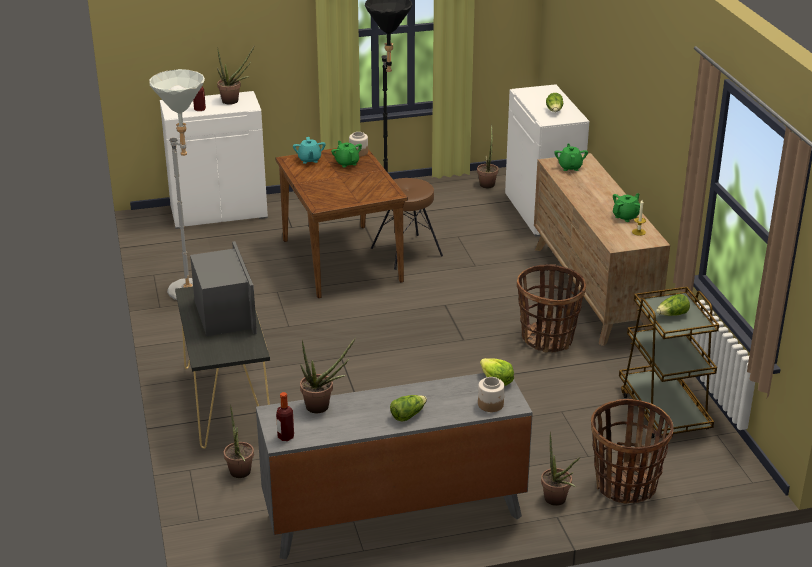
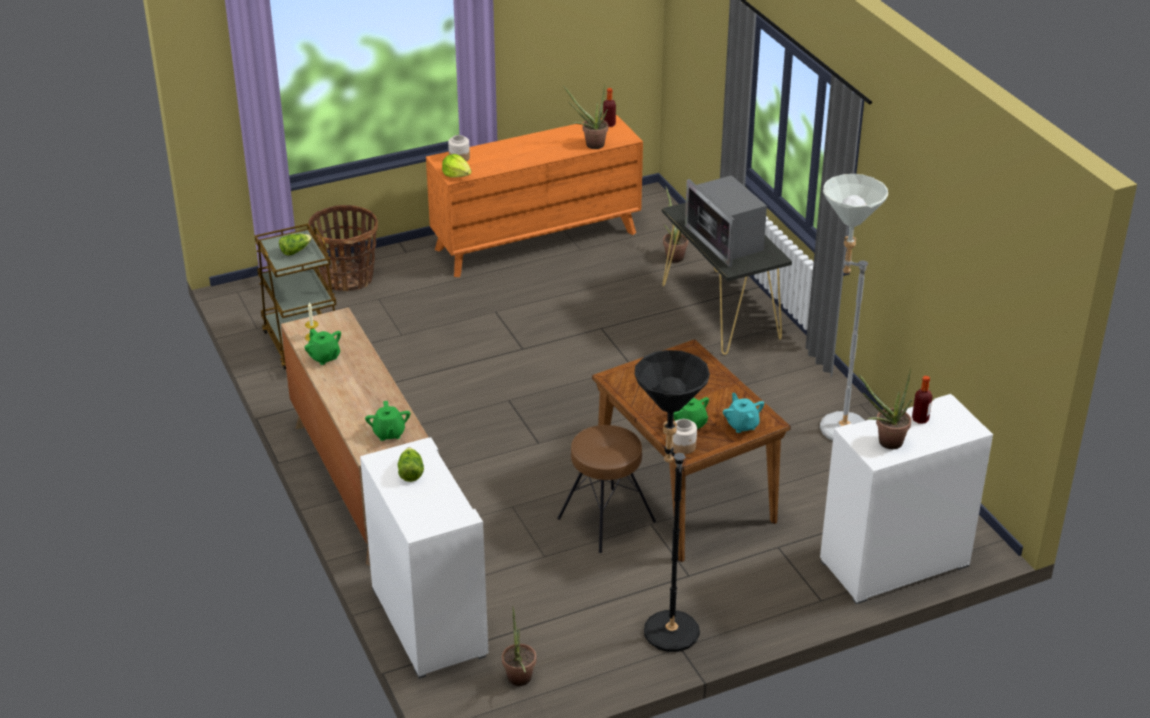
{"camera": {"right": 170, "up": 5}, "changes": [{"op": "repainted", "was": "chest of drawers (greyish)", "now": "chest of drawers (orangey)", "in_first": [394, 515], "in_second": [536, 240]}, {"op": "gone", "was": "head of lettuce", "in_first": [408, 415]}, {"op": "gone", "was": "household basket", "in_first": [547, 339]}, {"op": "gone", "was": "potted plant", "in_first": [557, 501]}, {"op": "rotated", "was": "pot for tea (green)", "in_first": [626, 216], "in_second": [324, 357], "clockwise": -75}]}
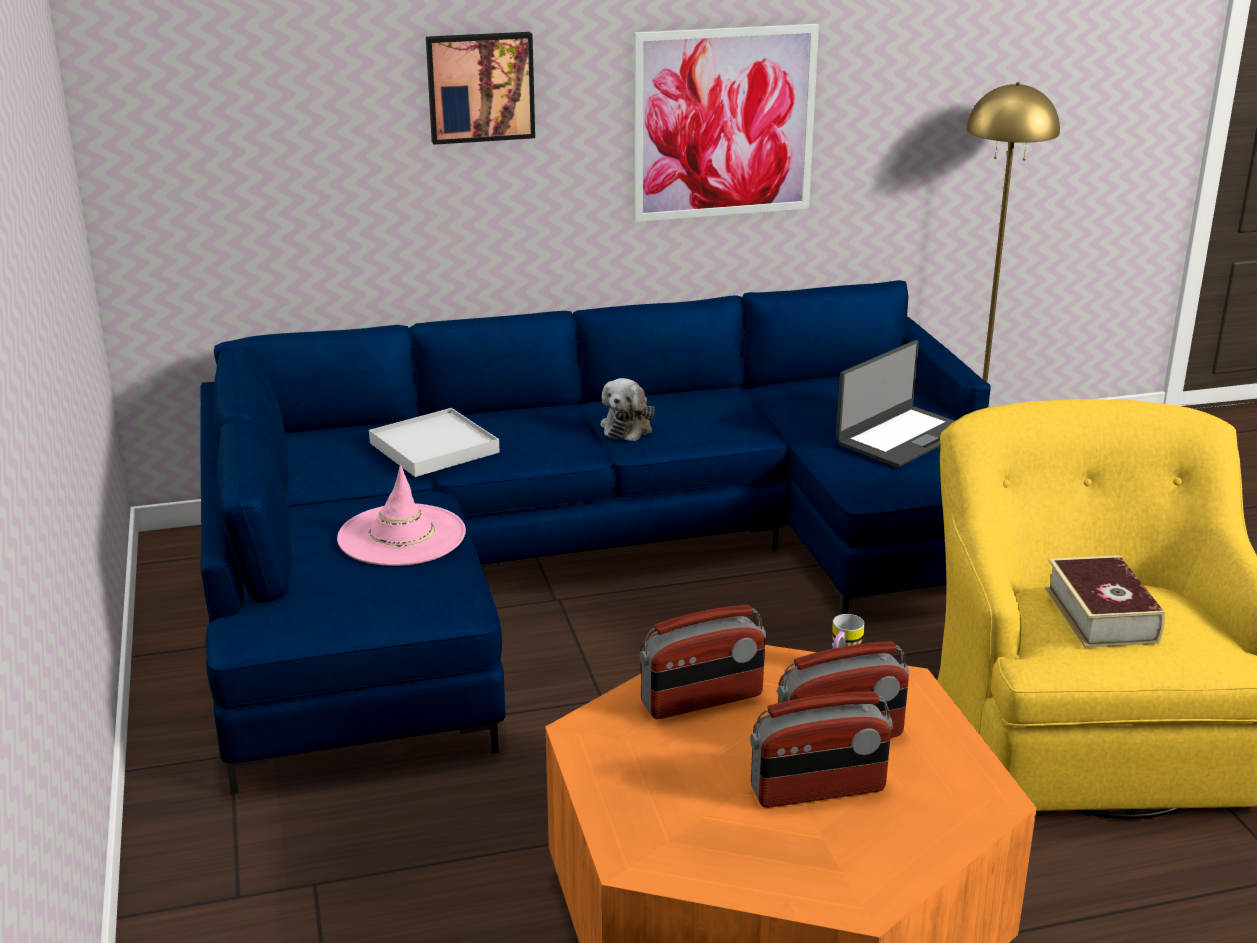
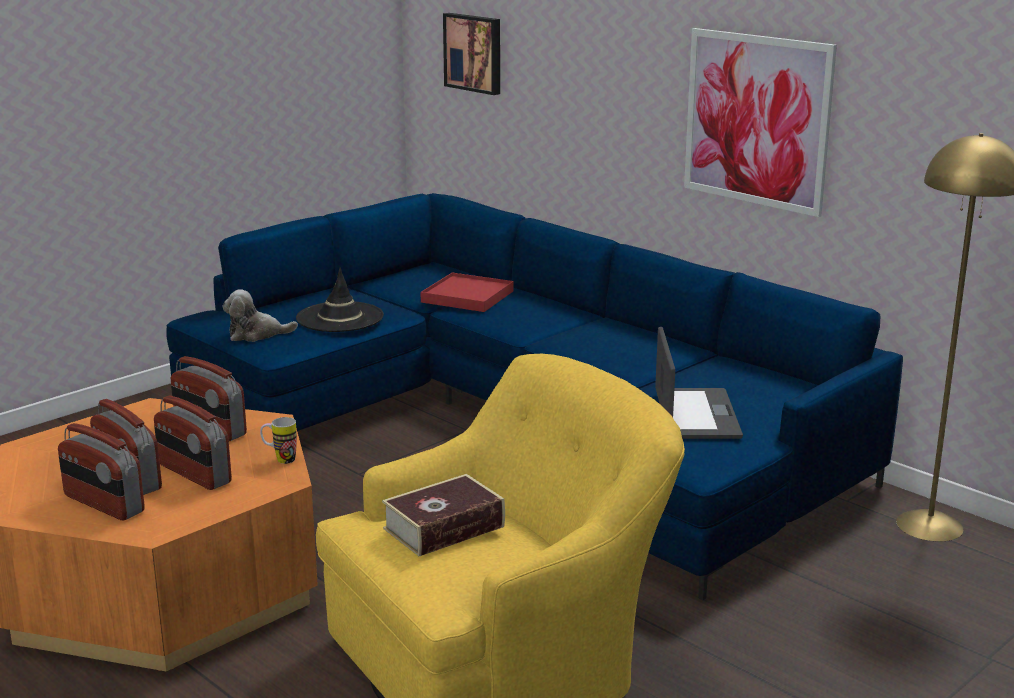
{"camera": {"right": 60, "up": -5}, "changes": [{"op": "repainted", "was": "hat (pink-coloured)", "now": "hat (black)", "in_first": [401, 536], "in_second": [340, 317]}, {"op": "repainted", "was": "serving tray (white-coloured)", "now": "serving tray (red)", "in_first": [434, 448], "in_second": [467, 297]}, {"op": "shifted", "was": "wall picture", "in_first": [480, 87], "in_second": [474, 53]}, {"op": "shifted", "was": "cuddly toy", "in_first": [628, 427], "in_second": [256, 334]}, {"op": "rotated", "was": "notebook computer", "in_first": [902, 437], "in_second": [695, 414], "clockwise": -105}, {"op": "new", "now": "radio receiver", "in_second": [103, 504]}]}
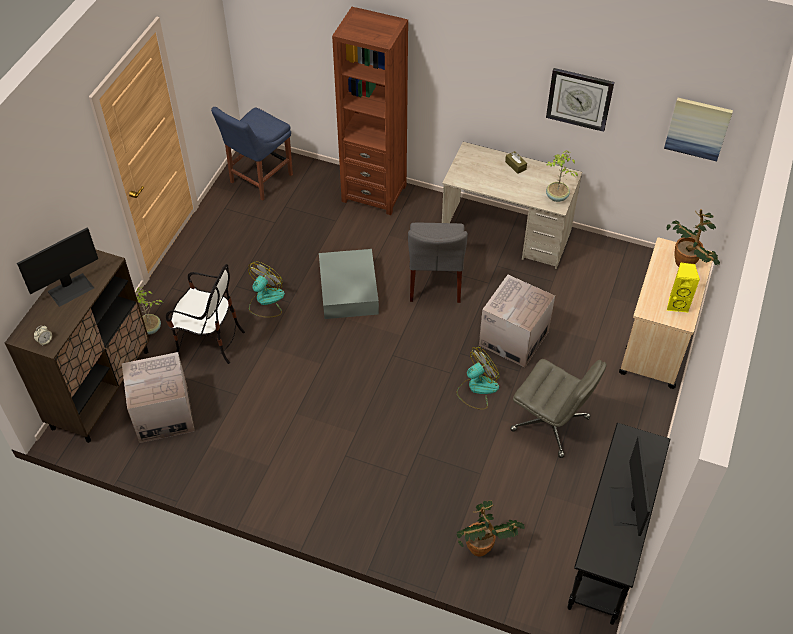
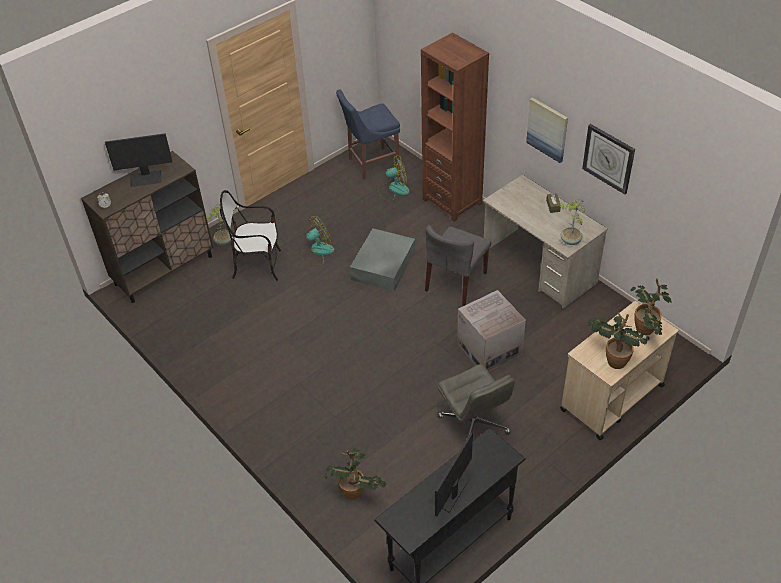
{"camera": {"right": 30, "up": -5}, "changes": [{"op": "gone", "was": "packing box", "in_first": [163, 414]}, {"op": "rotated", "was": "chair", "in_first": [209, 341], "in_second": [258, 265], "clockwise": 135}, {"op": "shifted", "was": "cooling fan", "in_first": [477, 389], "in_second": [393, 189]}, {"op": "shifted", "was": "wall picture", "in_first": [697, 128], "in_second": [547, 129]}, {"op": "swapped", "was": "loudspeaker (yellow)", "now": "potted plant", "in_first": [677, 304], "in_second": [613, 359]}]}
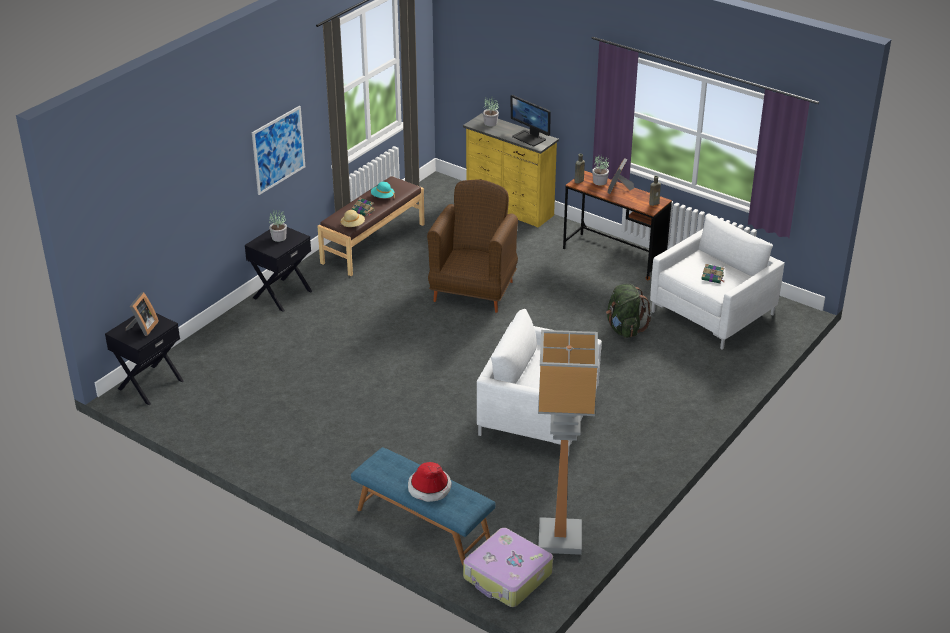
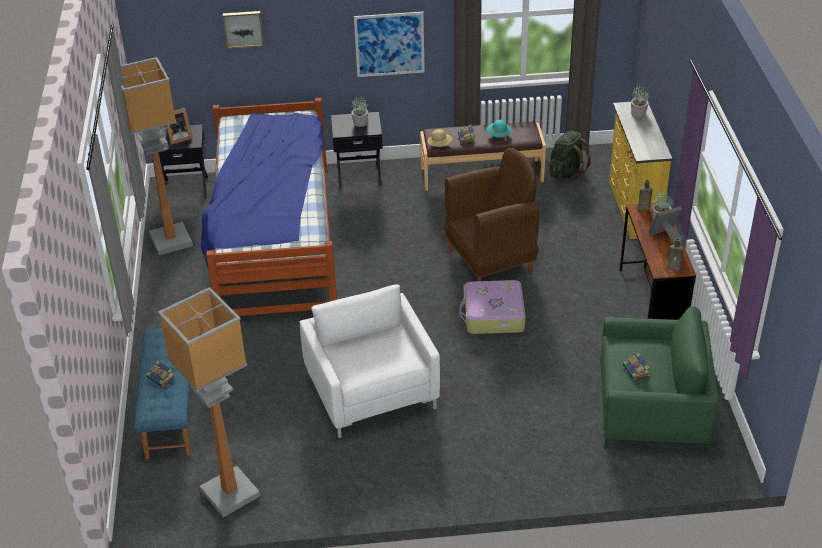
{"camera": {"right": 50, "up": 5}, "changes": [{"op": "swapped", "was": "hat", "now": "book", "in_first": [429, 488], "in_second": [161, 378]}, {"op": "shifted", "was": "travel case", "in_first": [507, 576], "in_second": [493, 315]}, {"op": "gone", "was": "computer screen", "in_first": [529, 138]}, {"op": "shifted", "was": "knapsack (green)", "in_first": [624, 329], "in_second": [566, 172]}, {"op": "repainted", "was": "easy chair (white-coloured)", "now": "easy chair (green)", "in_first": [712, 313], "in_second": [652, 411]}, {"op": "new", "now": "standard lamp", "in_second": [172, 241]}, {"op": "new", "now": "sleeping bed", "in_second": [275, 241]}, {"op": "new", "now": "wall picture", "in_second": [243, 28]}]}
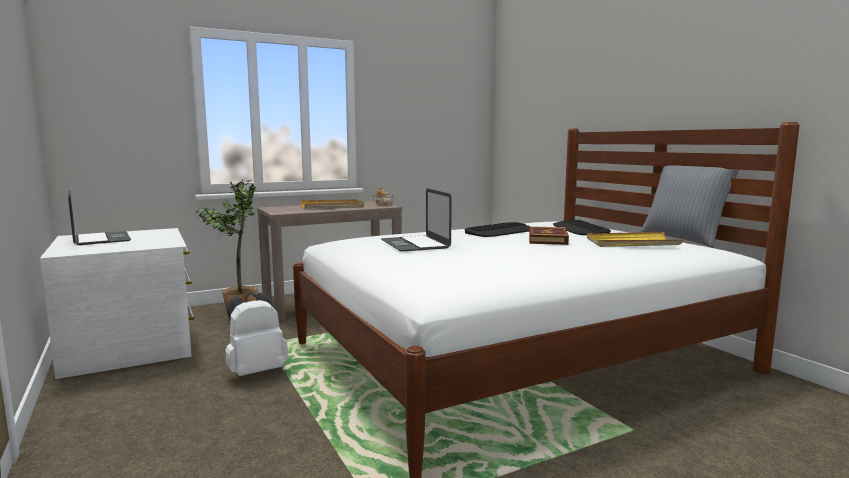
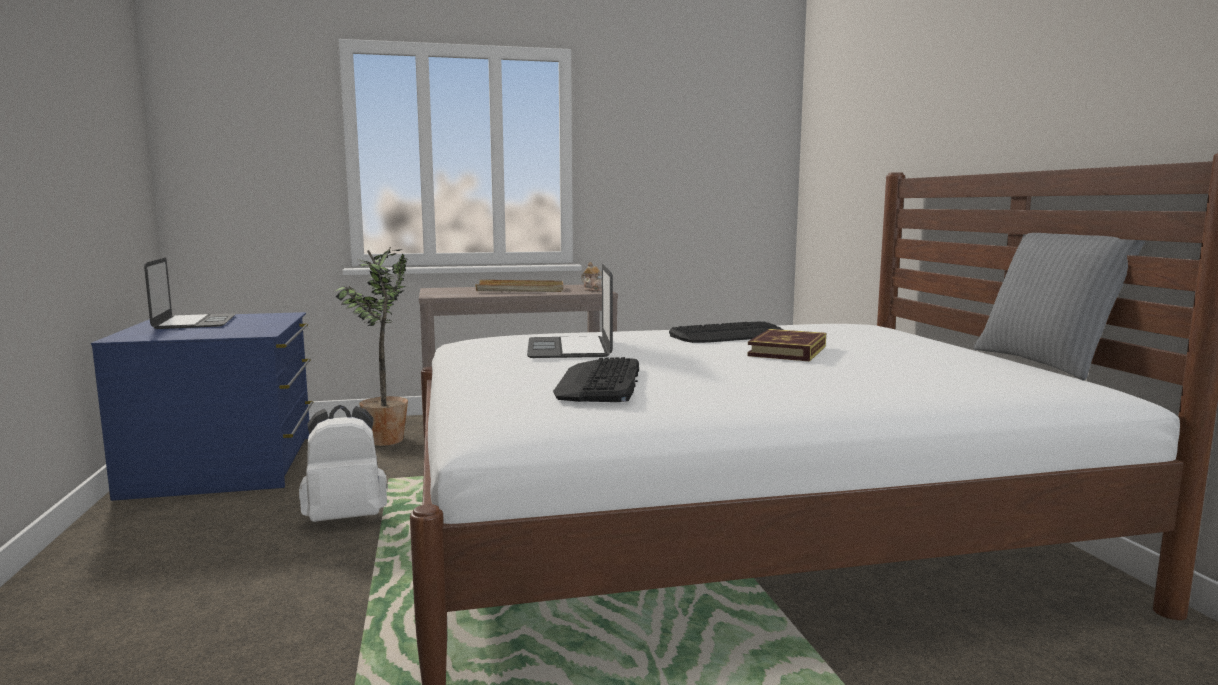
{"camera": {"right": 15, "up": 0}, "changes": [{"op": "repainted", "was": "chest of drawers (white-coloured)", "now": "chest of drawers (blue)", "in_first": [130, 345], "in_second": [226, 465]}, {"op": "shifted", "was": "keyboard", "in_first": [579, 229], "in_second": [600, 382]}, {"op": "gone", "was": "serving tray (yellow)", "in_first": [631, 243]}]}
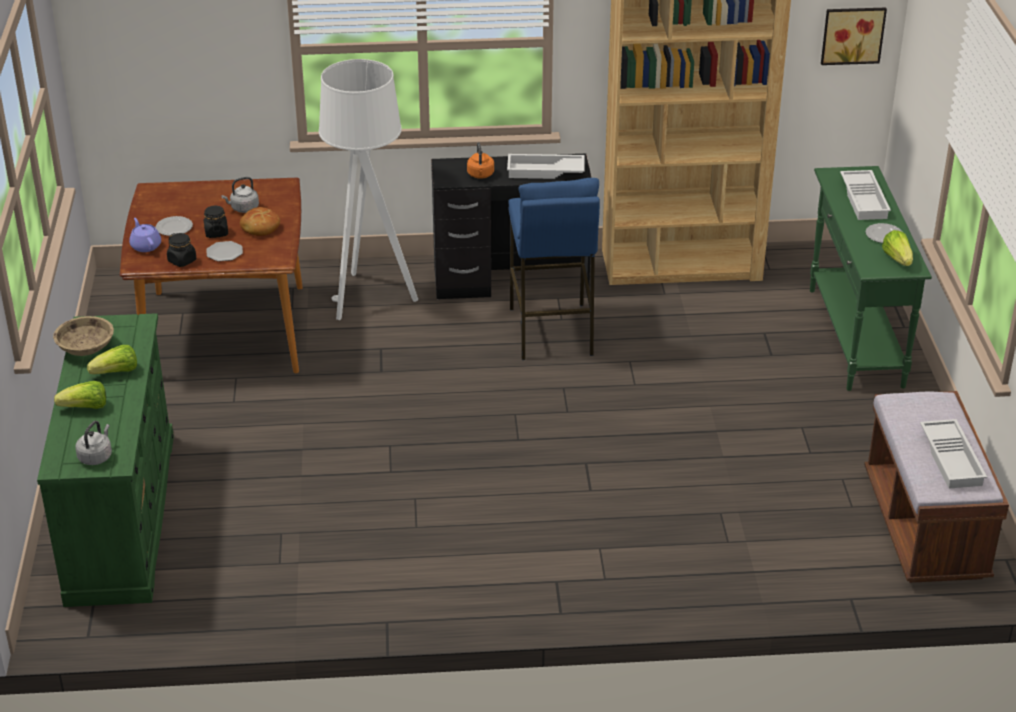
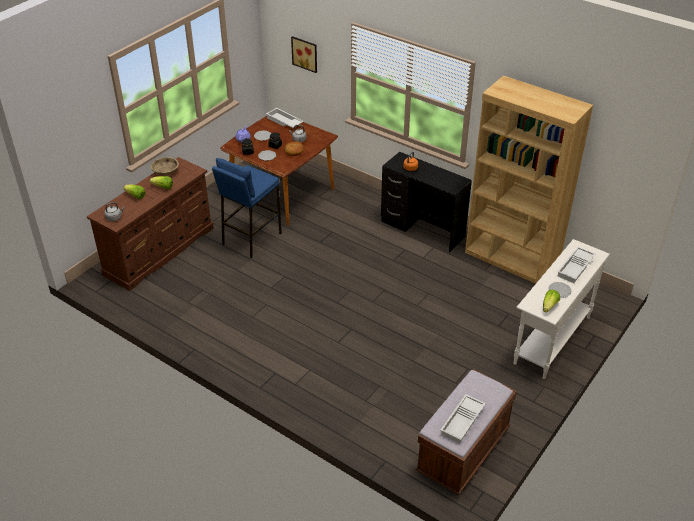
{"camera": {"right": 40, "up": 5}, "changes": [{"op": "repainted", "was": "chest of drawers (green)", "now": "chest of drawers (brownish)", "in_first": [121, 515], "in_second": [160, 250]}, {"op": "gone", "was": "standard lamp (white-coloured)", "in_first": [369, 297]}, {"op": "shifted", "was": "serving tray (white-coloured)", "in_first": [545, 172], "in_second": [284, 121]}, {"op": "shifted", "was": "stool (blue)", "in_first": [551, 331], "in_second": [251, 238]}, {"op": "repainted", "was": "narrow table (green)", "now": "narrow table (white-coloured)", "in_first": [855, 338], "in_second": [551, 340]}, {"op": "shifted", "was": "wall picture", "in_first": [852, 34], "in_second": [305, 53]}]}
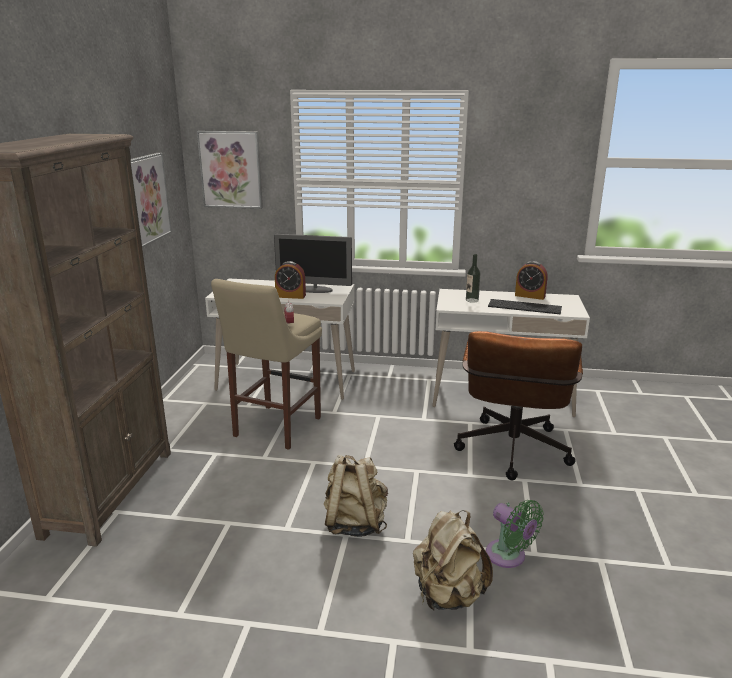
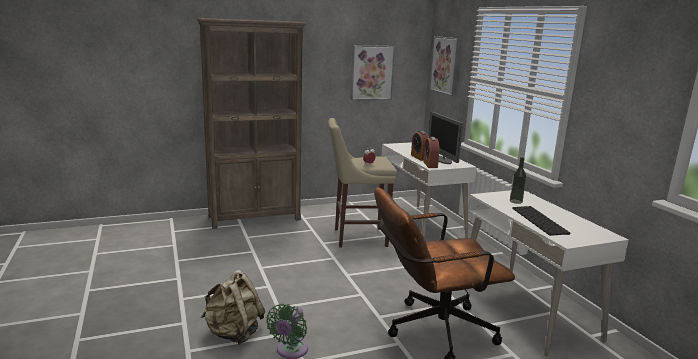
{"camera": {"right": 60, "up": -5}, "changes": [{"op": "gone", "was": "knapsack (beige-coloured)", "in_first": [355, 524]}, {"op": "shifted", "was": "alarm clock", "in_first": [530, 296], "in_second": [430, 164]}]}
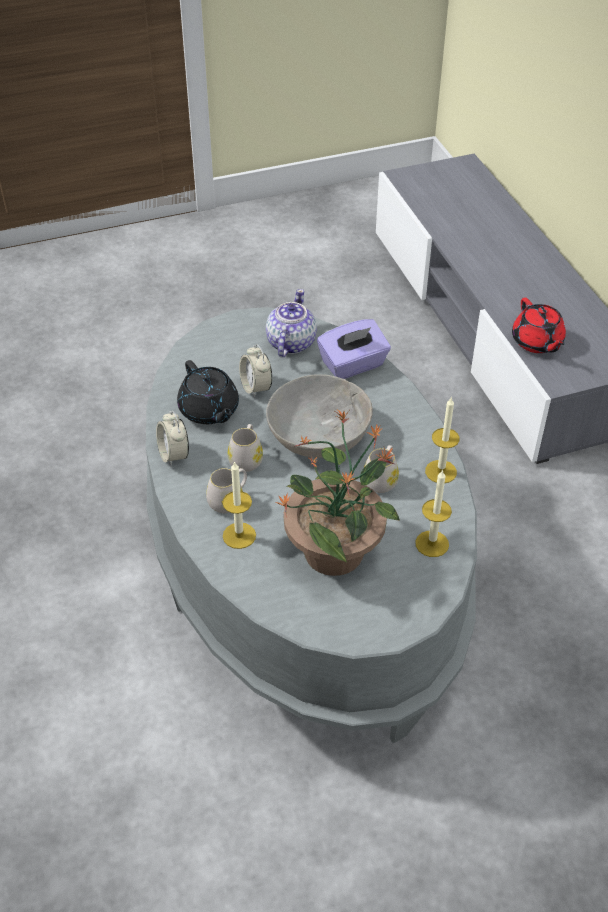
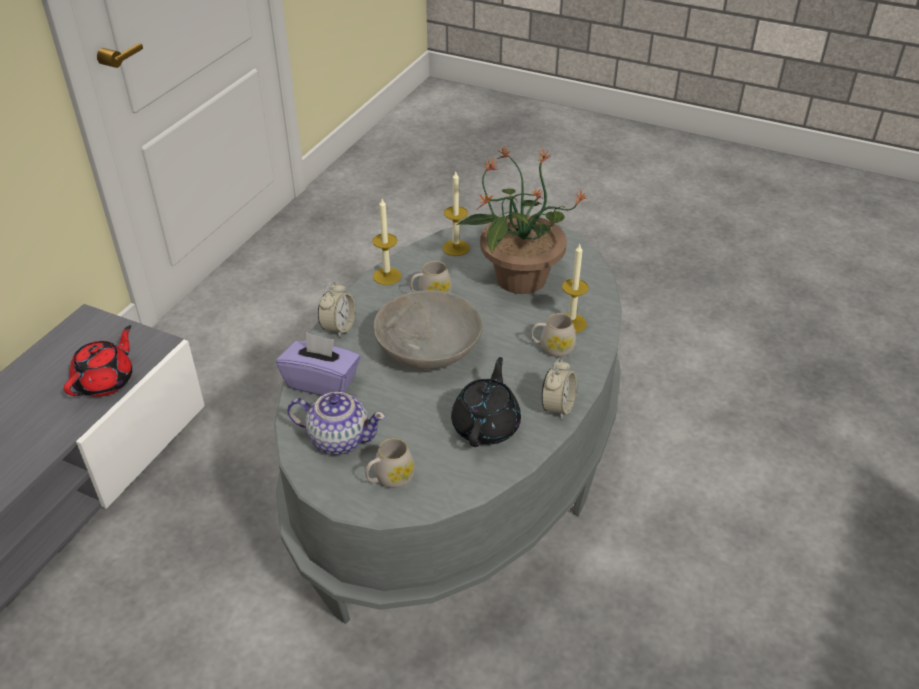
{"camera": {"right": -135, "up": -5}, "changes": [{"op": "shifted", "was": "mug (white-coloured)", "in_first": [246, 458], "in_second": [390, 479]}, {"op": "shifted", "was": "alarm clock", "in_first": [256, 387], "in_second": [338, 327]}, {"op": "rotated", "was": "pot for tea", "in_first": [290, 343], "in_second": [338, 439], "clockwise": -135}]}
